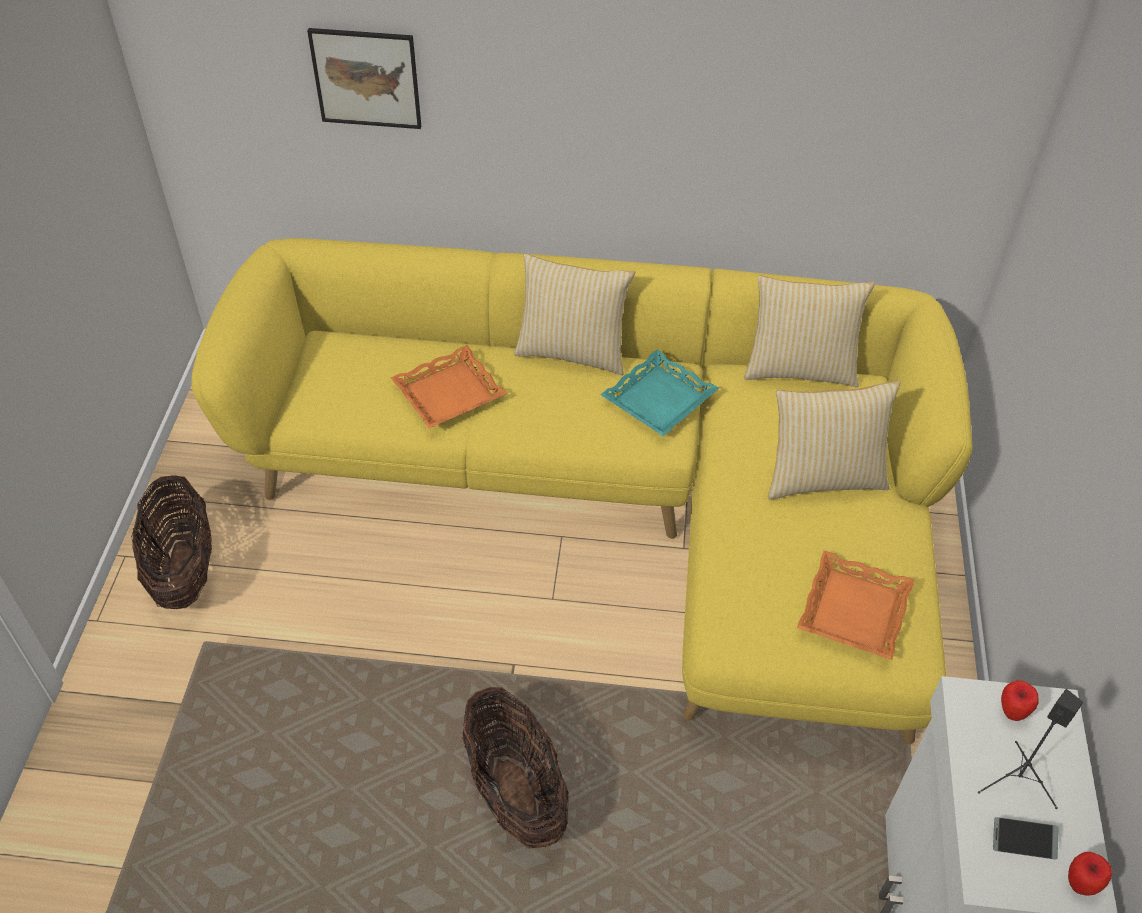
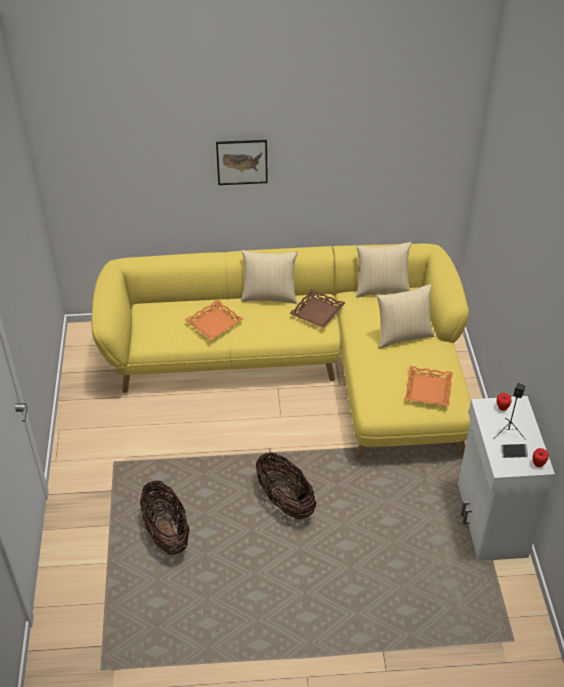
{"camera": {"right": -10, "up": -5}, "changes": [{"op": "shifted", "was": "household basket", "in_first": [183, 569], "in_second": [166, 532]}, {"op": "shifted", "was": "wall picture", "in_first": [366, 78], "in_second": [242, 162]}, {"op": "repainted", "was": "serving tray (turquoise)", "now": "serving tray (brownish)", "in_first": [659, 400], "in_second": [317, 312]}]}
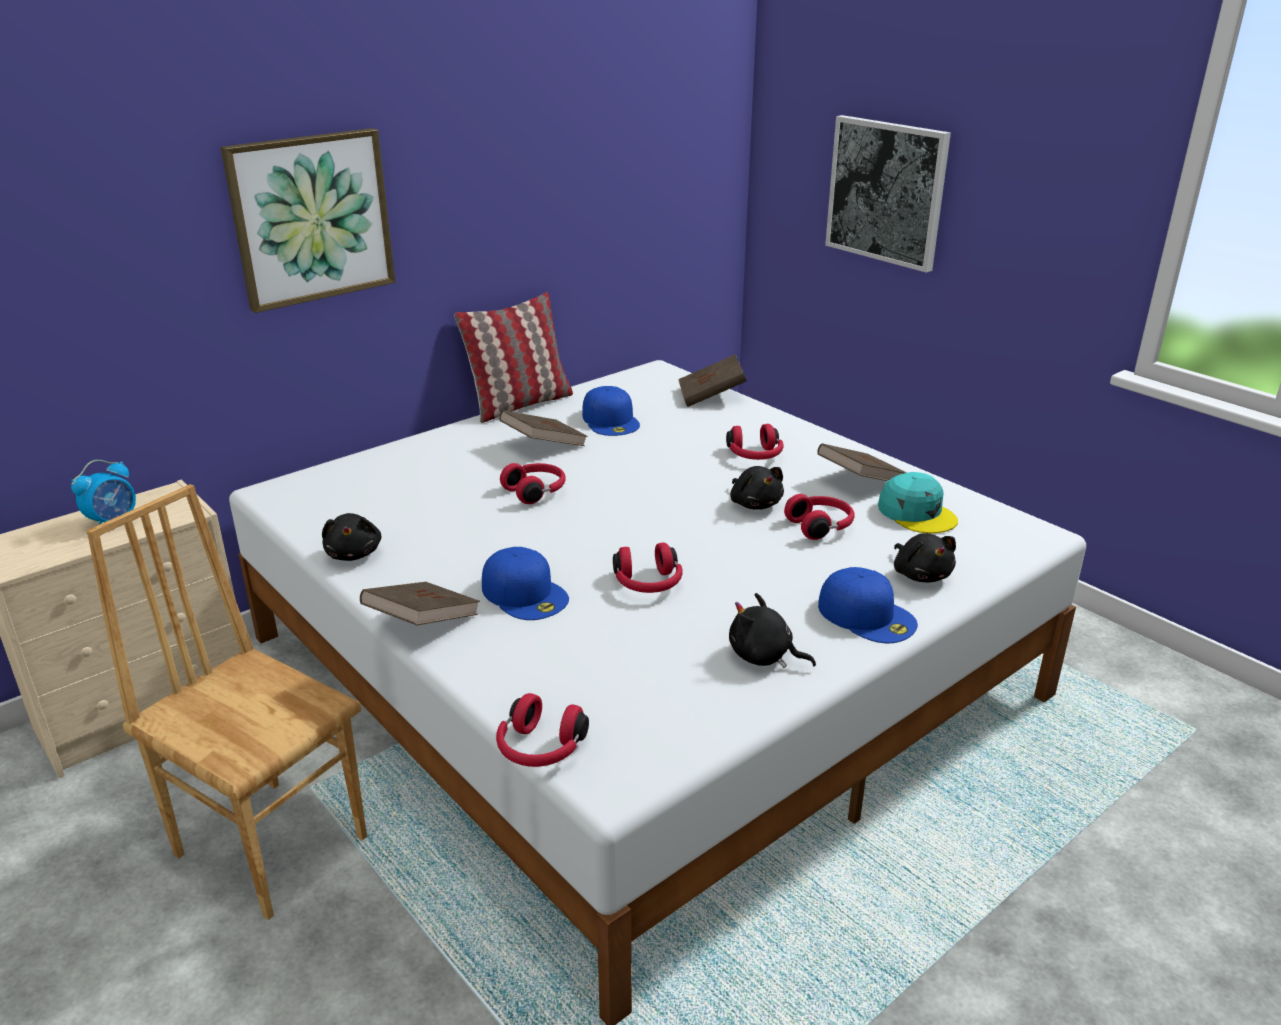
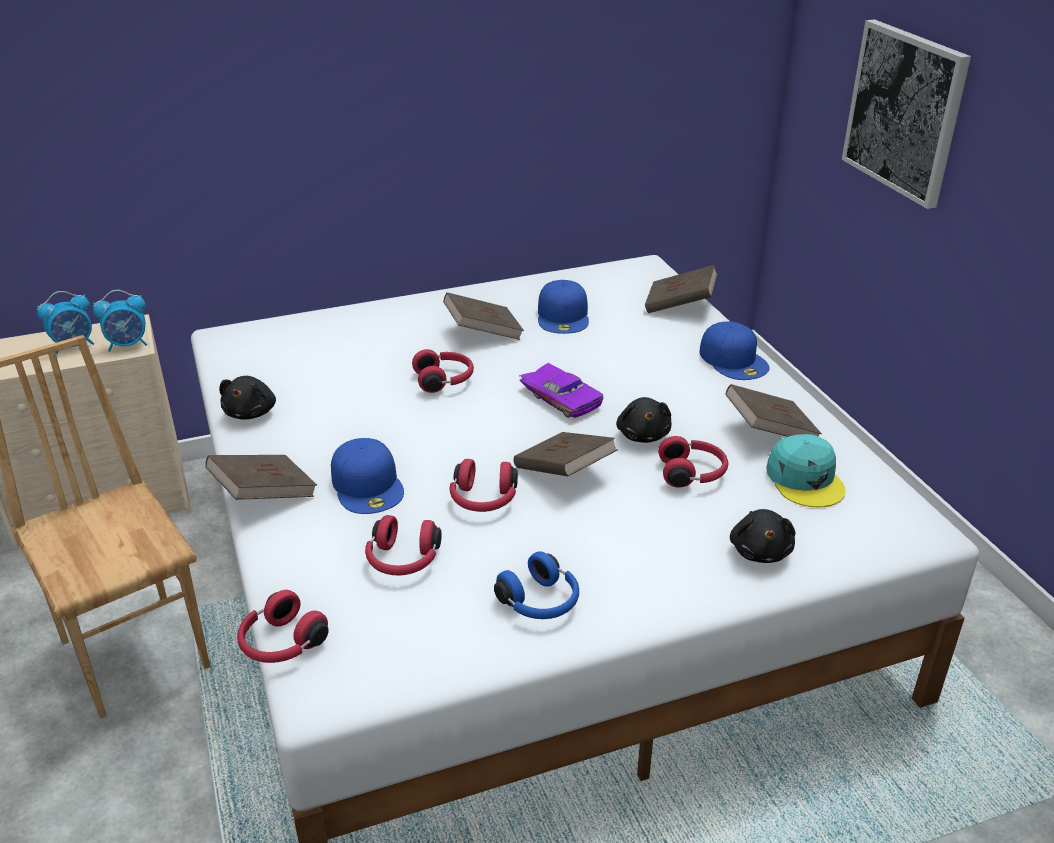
{"camera": {"right": 20, "up": 5}, "changes": [{"op": "gone", "was": "wall picture", "in_first": [311, 218]}, {"op": "gone", "was": "throw pillow", "in_first": [519, 404]}, {"op": "shifted", "was": "pair of headphones (red)", "in_first": [755, 456], "in_second": [402, 561]}, {"op": "swapped", "was": "cuddly toy (black)", "now": "pair of headphones (blue)", "in_first": [764, 656], "in_second": [540, 603]}, {"op": "shifted", "was": "cap (blue)", "in_first": [867, 615], "in_second": [734, 359]}, {"op": "new", "now": "alarm clock", "in_second": [128, 345]}, {"op": "new", "now": "book (brownish)", "in_second": [563, 472]}, {"op": "new", "now": "model car (purple)", "in_second": [563, 397]}]}
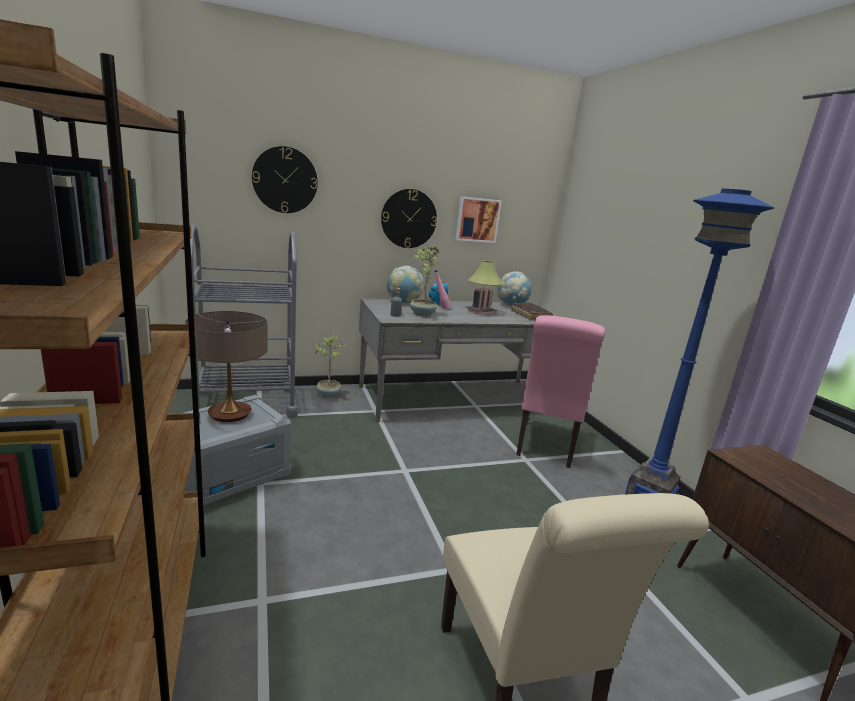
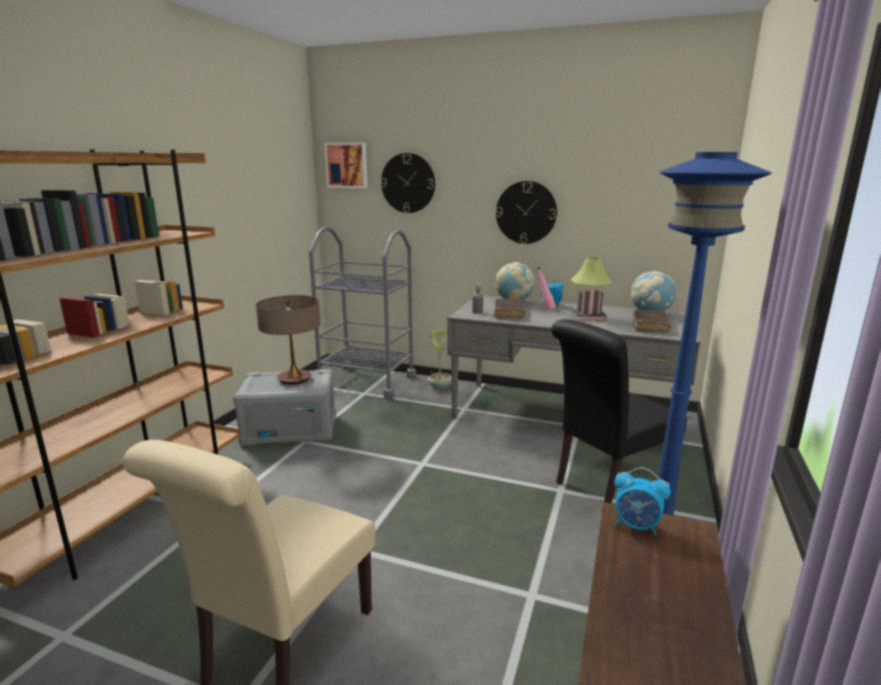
{"camera": {"right": 40, "up": 0}, "changes": [{"op": "swapped", "was": "potted plant", "now": "book (brownish)", "in_first": [421, 314], "in_second": [508, 313]}, {"op": "shifted", "was": "wall picture", "in_first": [477, 219], "in_second": [347, 165]}, {"op": "repainted", "was": "chair (pink-coloured)", "now": "chair (black)", "in_first": [545, 446], "in_second": [607, 485]}, {"op": "new", "now": "alarm clock", "in_second": [636, 526]}]}
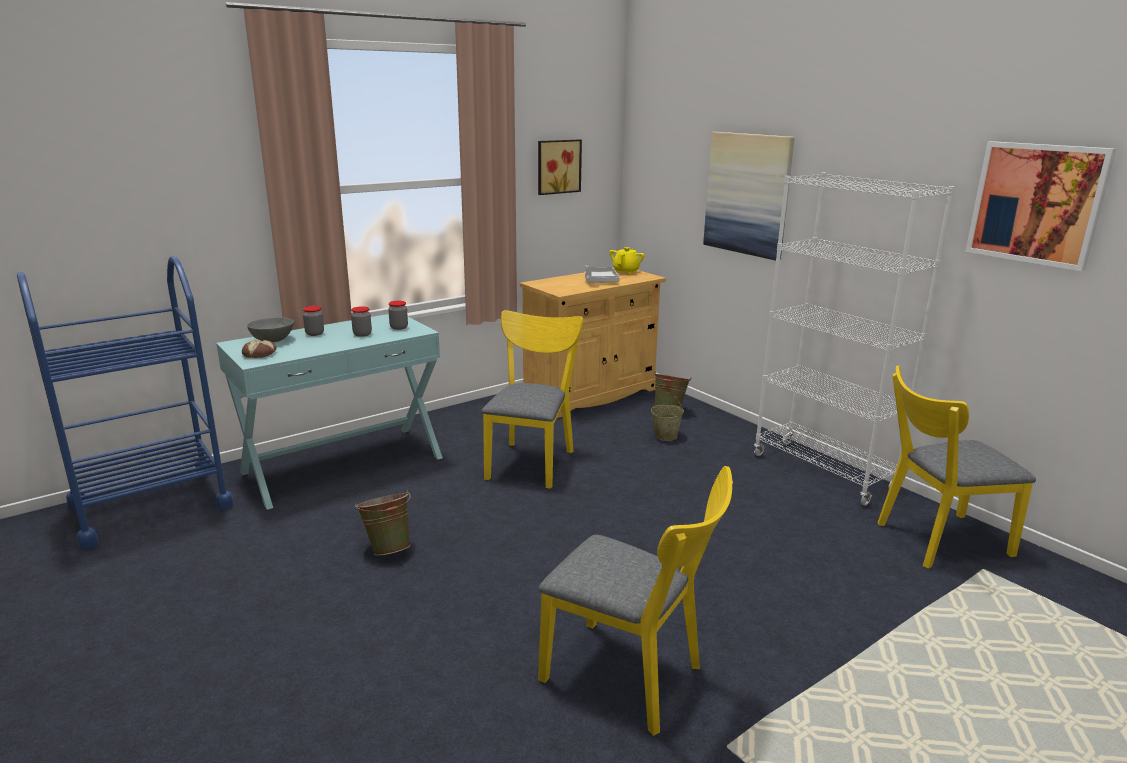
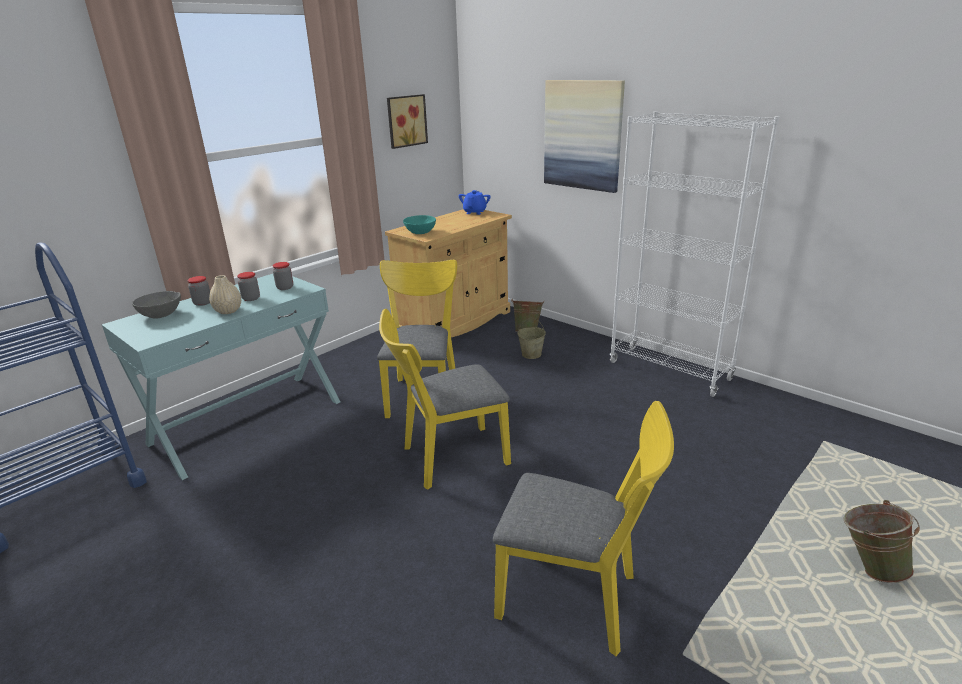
{"camera": {"right": -10, "up": 5}, "changes": [{"op": "gone", "was": "bread", "in_first": [260, 354]}, {"op": "shifted", "was": "pail (green)", "in_first": [388, 548], "in_second": [868, 567]}, {"op": "gone", "was": "serving tray (greyish)", "in_first": [600, 281]}, {"op": "repainted", "was": "pot for tea (yellow)", "now": "pot for tea (blue)", "in_first": [626, 271], "in_second": [475, 212]}, {"op": "shifted", "was": "chair (yellow)", "in_first": [935, 540], "in_second": [448, 458]}, {"op": "gone", "was": "wall picture", "in_first": [1036, 203]}, {"op": "new", "now": "decorative vase (beige-coloured)", "in_second": [228, 311]}, {"op": "new", "now": "bowl (turquoise)", "in_second": [420, 232]}]}
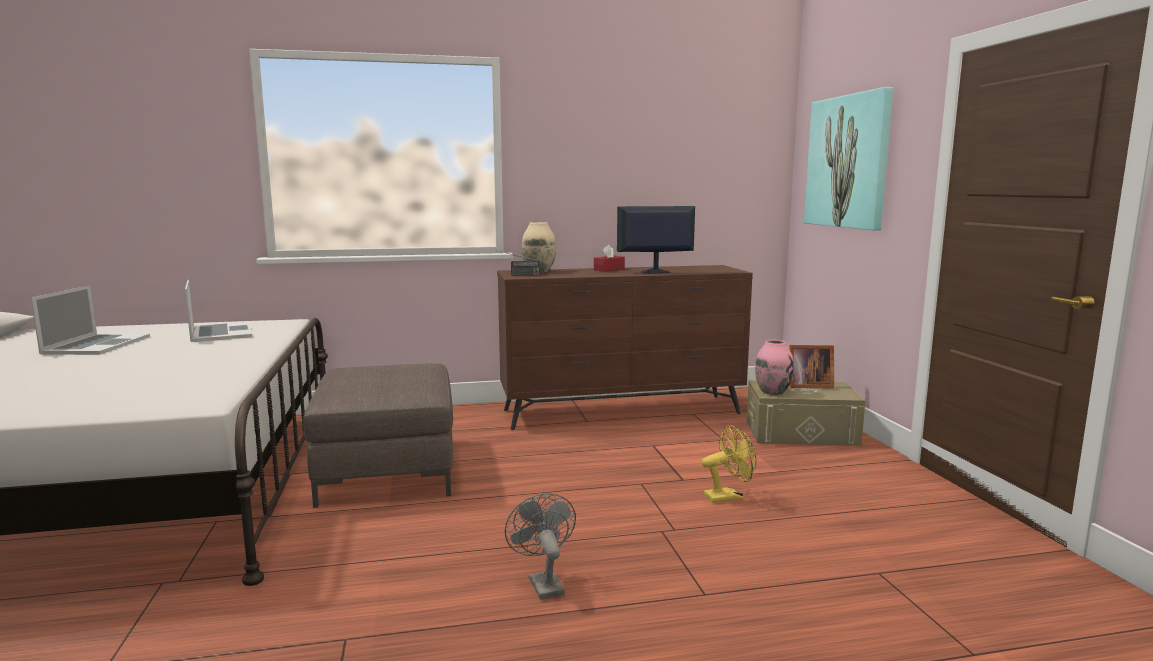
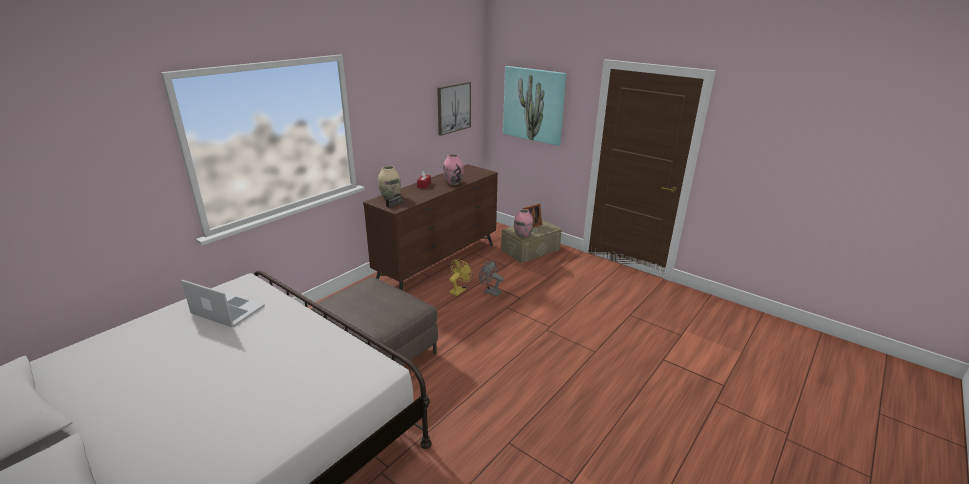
{"camera": {"right": -40, "up": 15}, "changes": [{"op": "gone", "was": "notebook computer", "in_first": [96, 345]}, {"op": "shifted", "was": "cooling fan (greyish)", "in_first": [543, 583], "in_second": [490, 291]}, {"op": "swapped", "was": "computer screen", "now": "decorative vase (pink-coloured)", "in_first": [655, 272], "in_second": [453, 183]}, {"op": "shifted", "was": "cooling fan (yellow)", "in_first": [728, 496], "in_second": [459, 290]}, {"op": "new", "now": "wall picture", "in_second": [453, 108]}]}
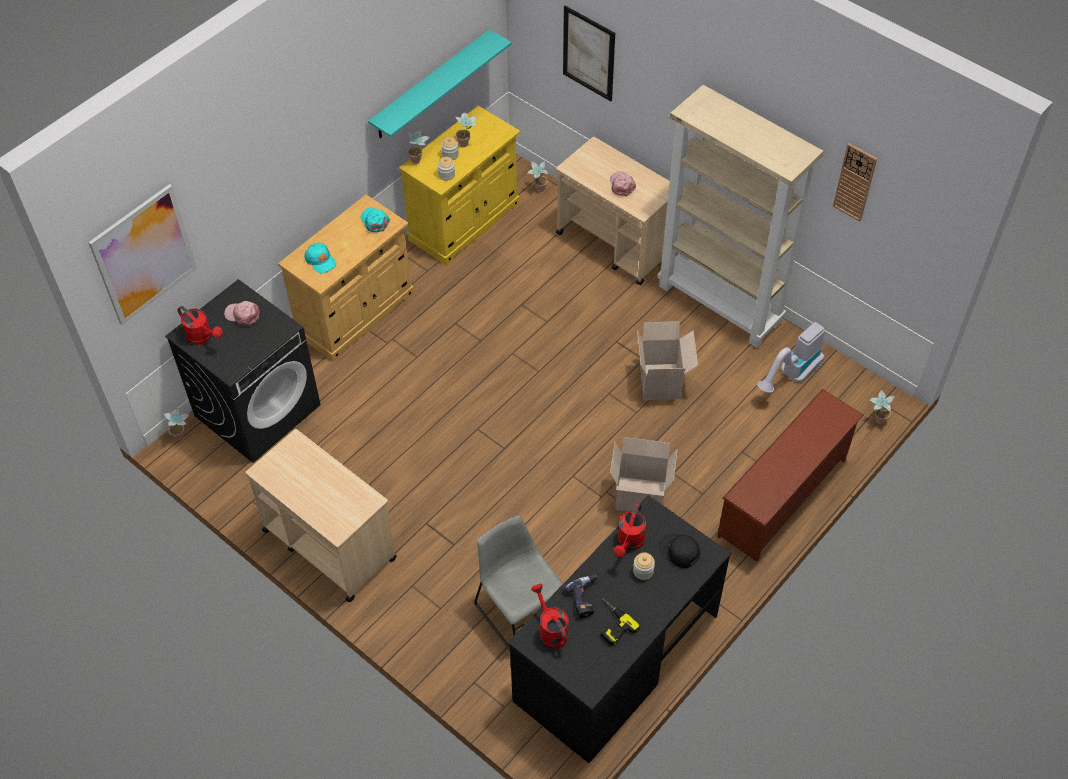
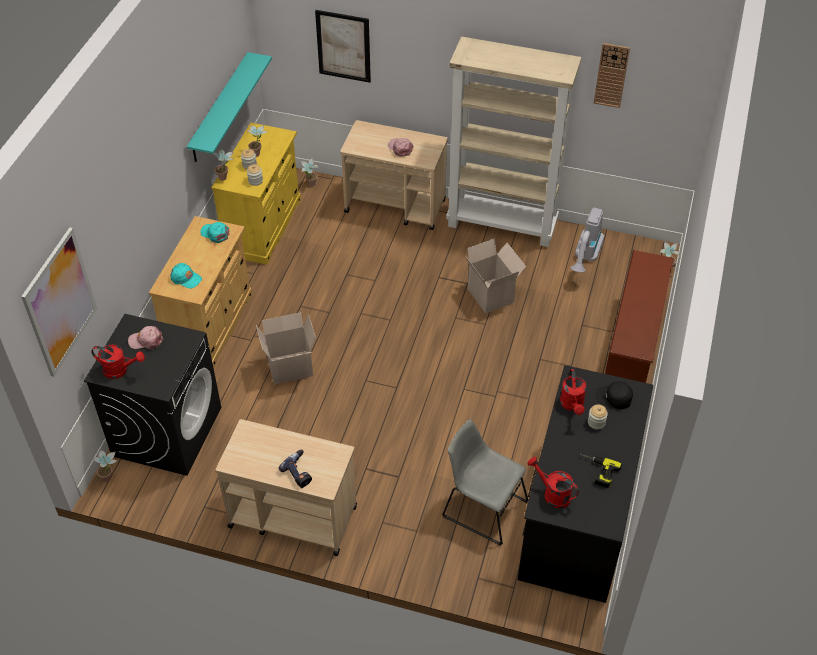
{"camera": {"right": -25, "up": -5}, "changes": [{"op": "shifted", "was": "drill", "in_first": [585, 599], "in_second": [300, 471]}, {"op": "shifted", "was": "packing box", "in_first": [639, 497], "in_second": [289, 369]}]}
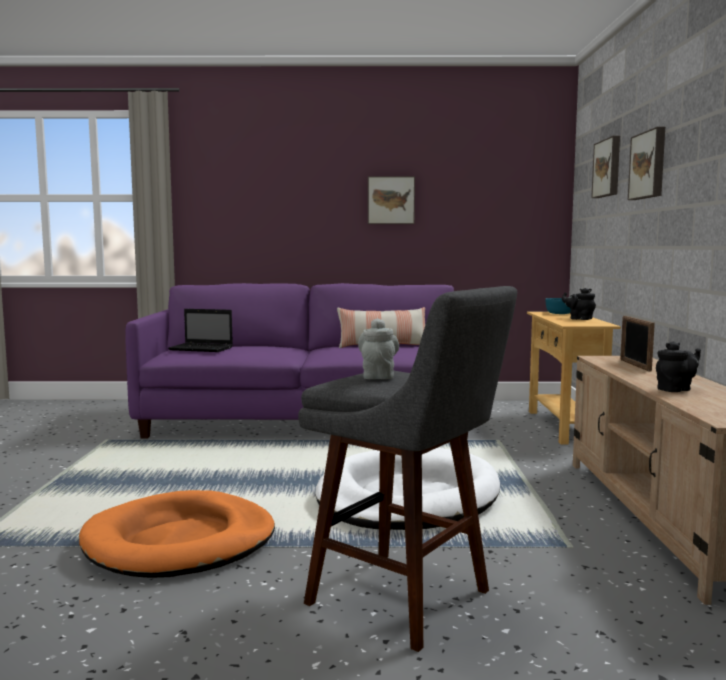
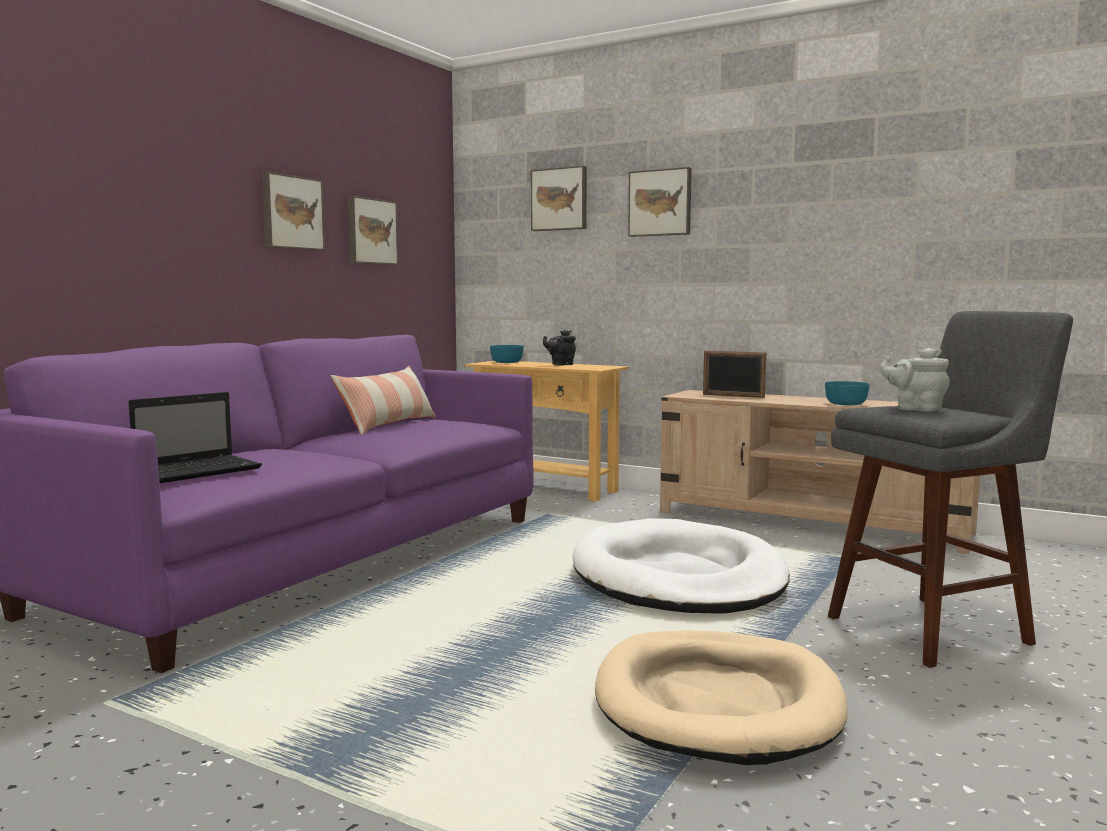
{"camera": {"right": -60, "up": 0}, "changes": [{"op": "repainted", "was": "pet bed (orangey)", "now": "pet bed (beige-coloured)", "in_first": [180, 542], "in_second": [717, 703]}, {"op": "swapped", "was": "pot for tea (black)", "now": "bowl (turquoise)", "in_first": [676, 390], "in_second": [846, 404]}, {"op": "new", "now": "wall picture", "in_second": [370, 231]}]}
